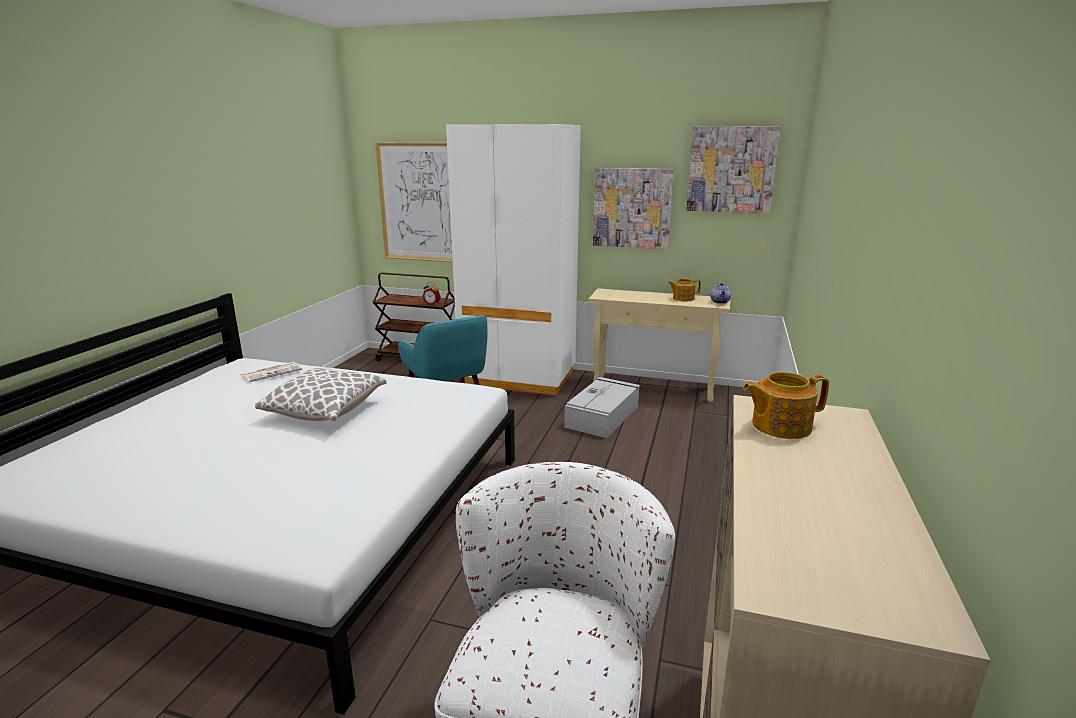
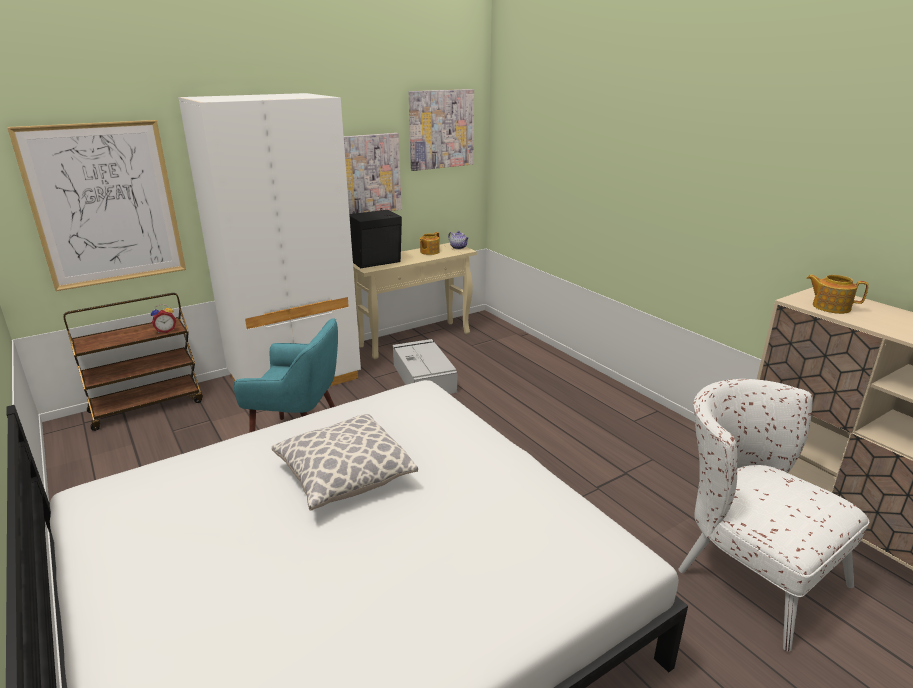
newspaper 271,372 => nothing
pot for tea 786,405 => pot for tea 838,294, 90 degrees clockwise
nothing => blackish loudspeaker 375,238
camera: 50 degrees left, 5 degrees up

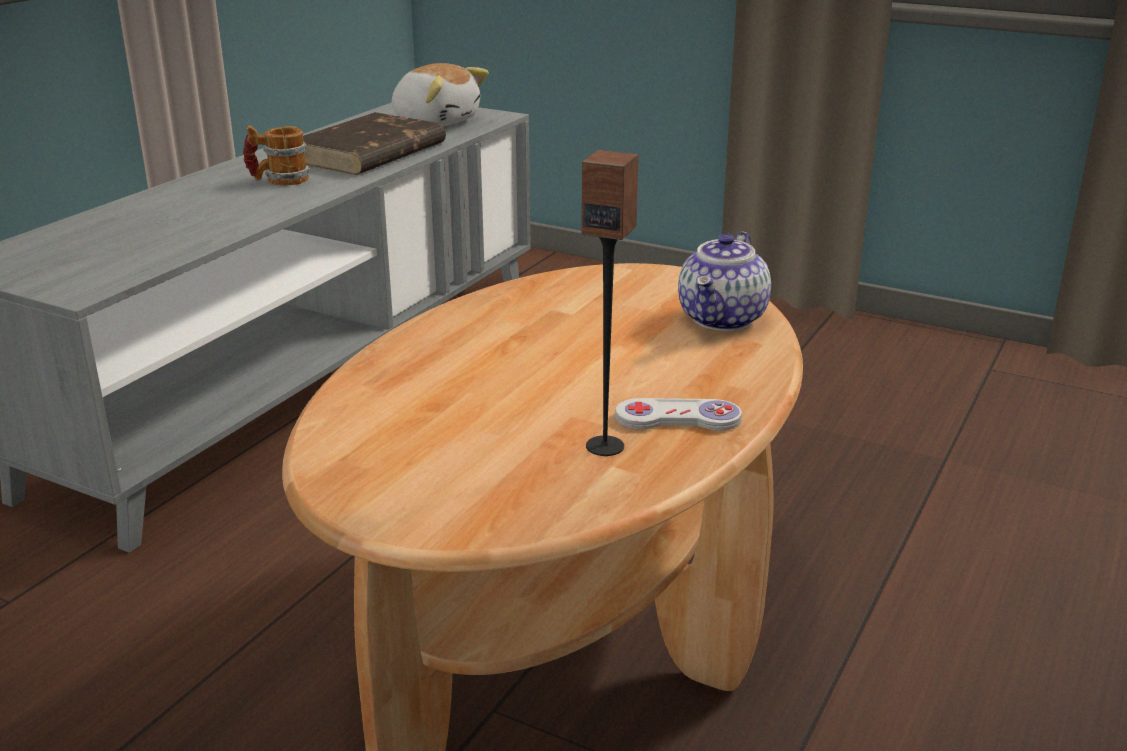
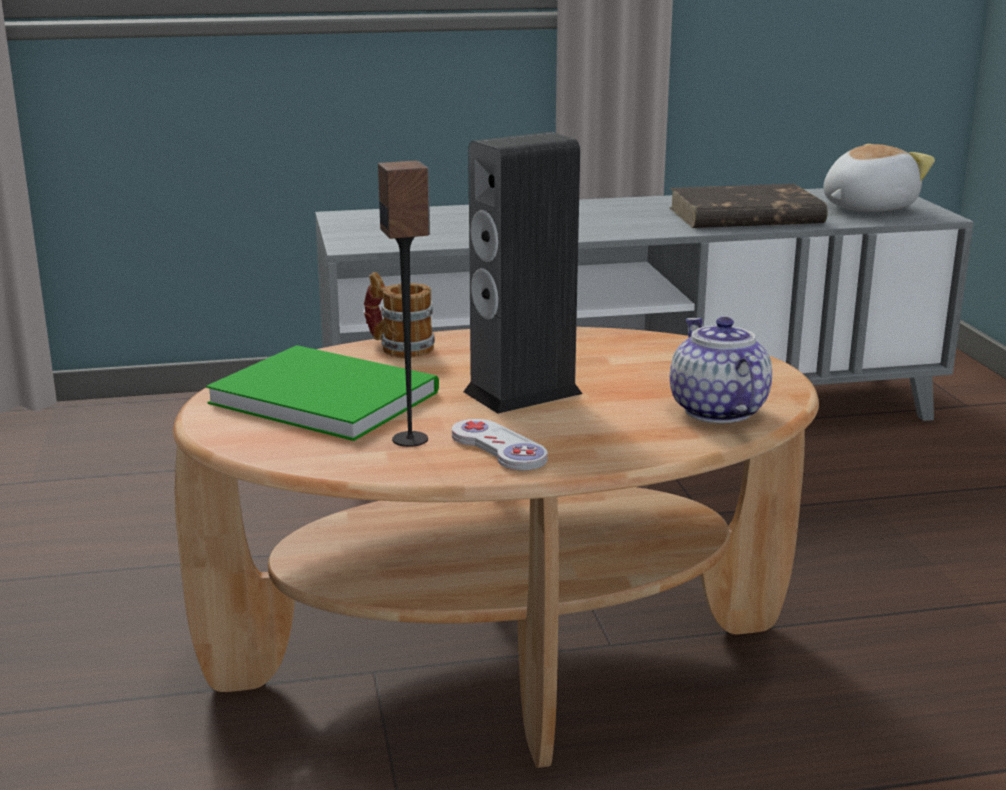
soft toy 440,94 => soft toy 879,178, 120 degrees counterclockwise
tea mug 276,155 => tea mug 399,315, move
pot for tea 724,281 => pot for tea 721,370, 90 degrees clockwise
nothing => loudspeaker 522,273
nothing => green bound book 322,393
camera: 50 degrees right, 5 degrees down

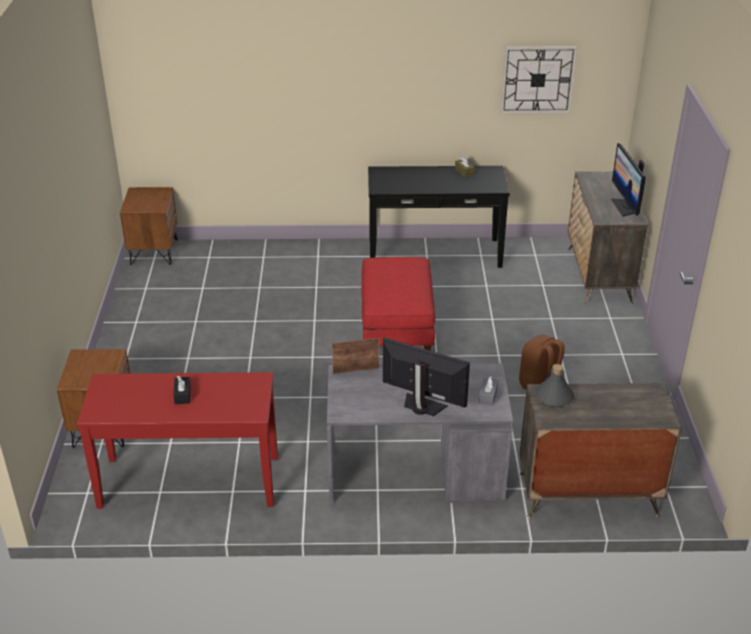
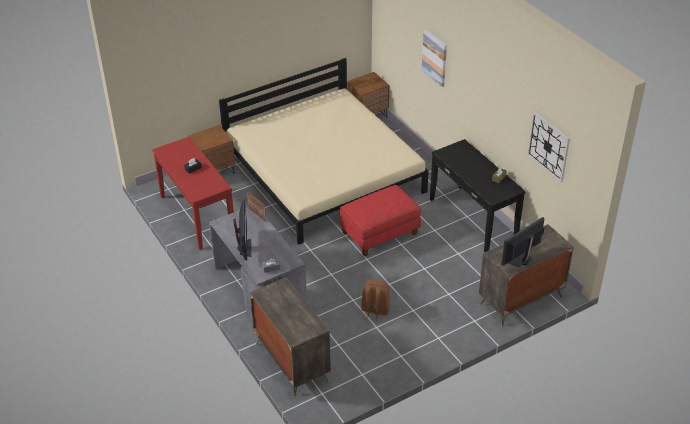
greyish bottle 554,385 => nothing
nothing => wall art 434,58
nothing => sand-coloured bed 324,151
camera: 60 degrees right, 5 degrees up

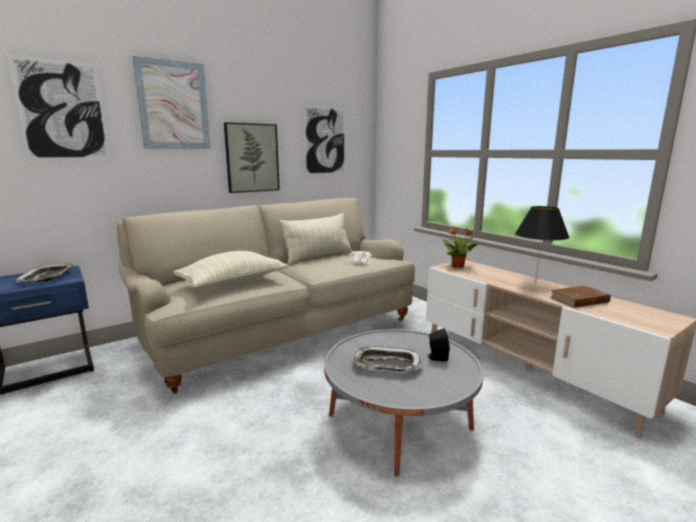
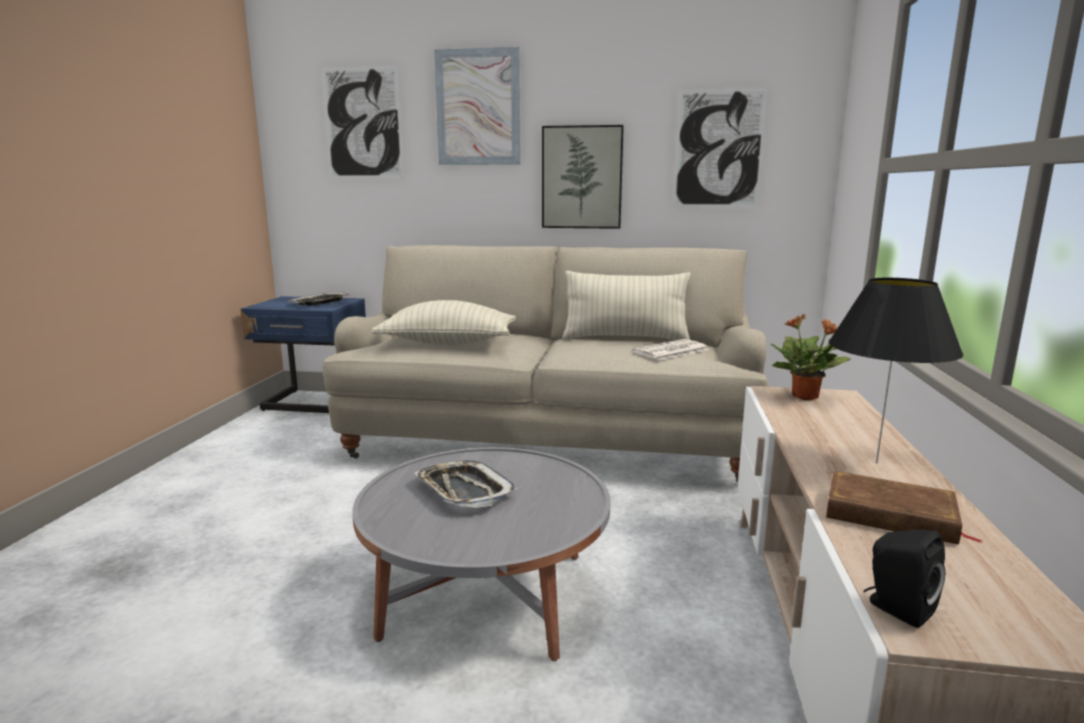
blackish loudspeaker 438,344 => blackish loudspeaker 904,578, move
camera: 45 degrees right, 0 degrees up

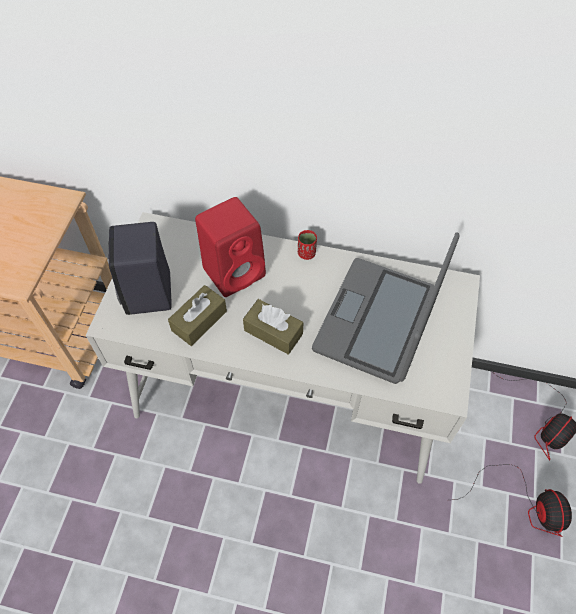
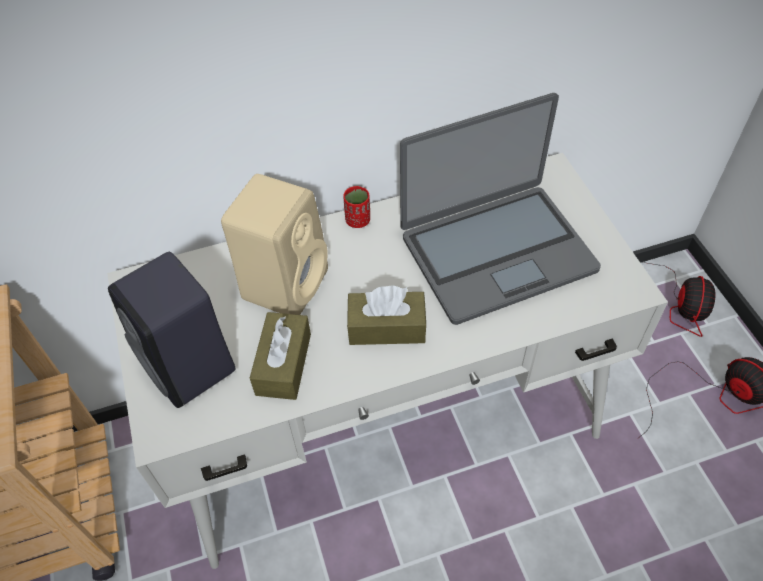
red-coloured loudspeaker 230,247 => sand-coloured loudspeaker 274,244
portable computer 385,308 => portable computer 500,209, 105 degrees counterclockwise
camera: 30 degrees left, 5 degrees down

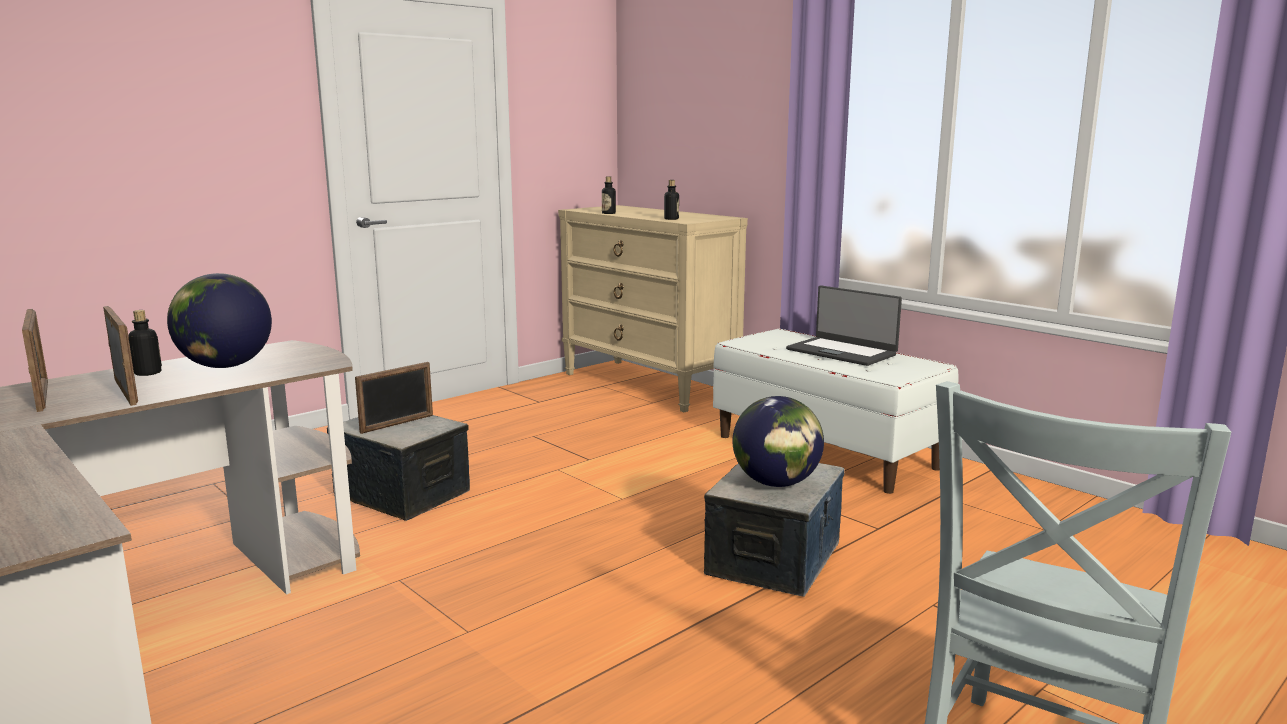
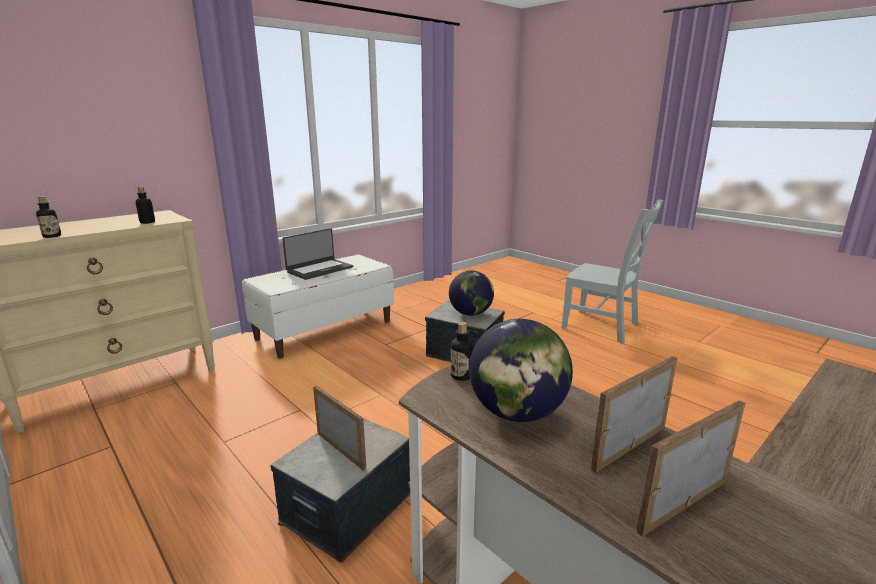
bottle 145,343 => bottle 462,351, move
camera: 90 degrees left, 5 degrees up

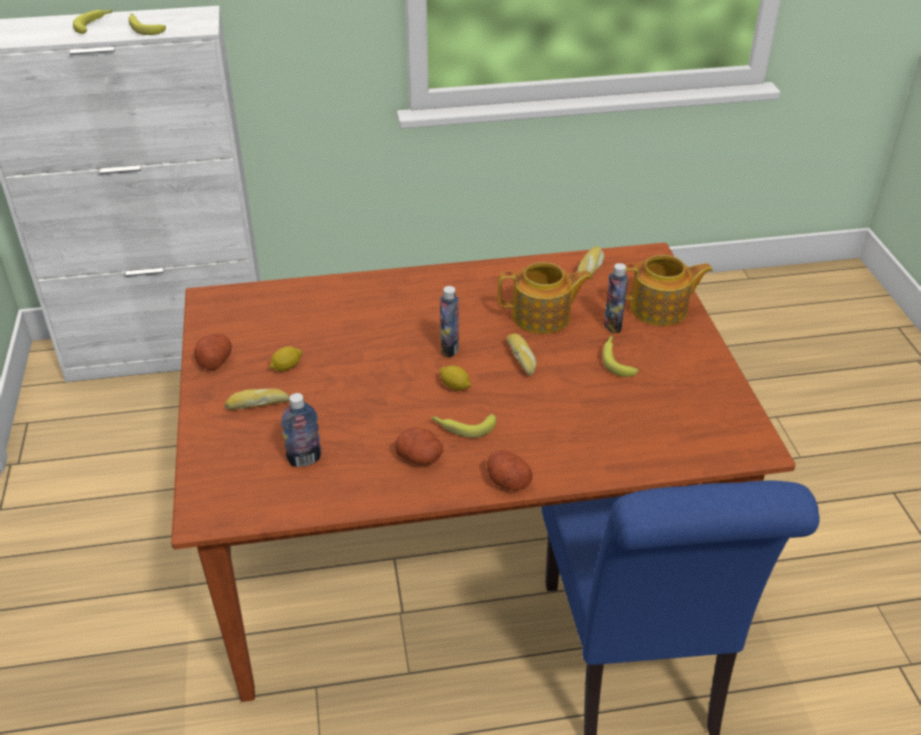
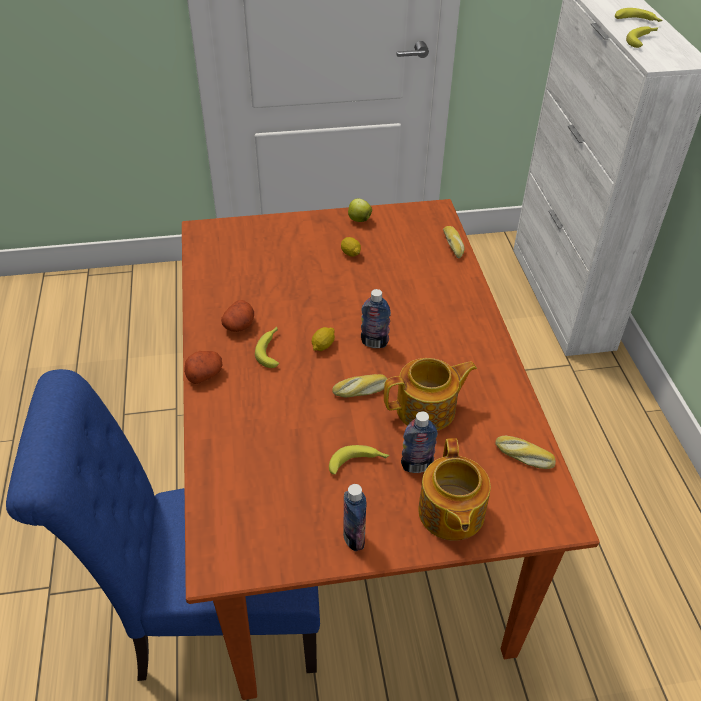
pot for tea 545,298 => pot for tea 430,394, 105 degrees counterclockwise
spud 213,352 => apple 360,210
baked bread 257,399 => baked bread 454,242, move
bottle 301,430 => bottle 354,517, move
camera: 90 degrees right, 5 degrees up

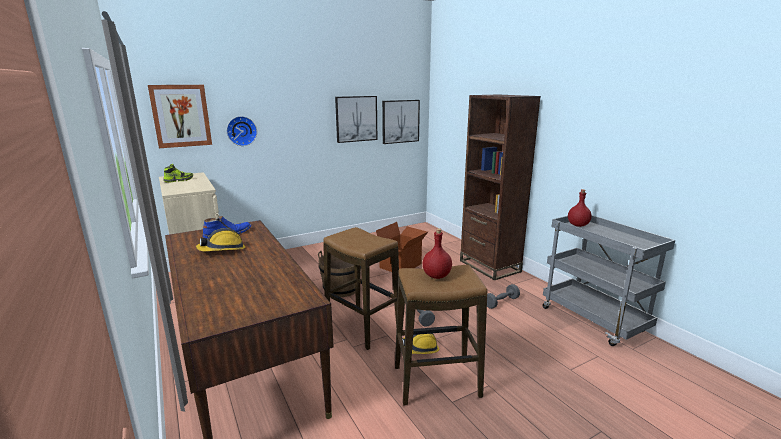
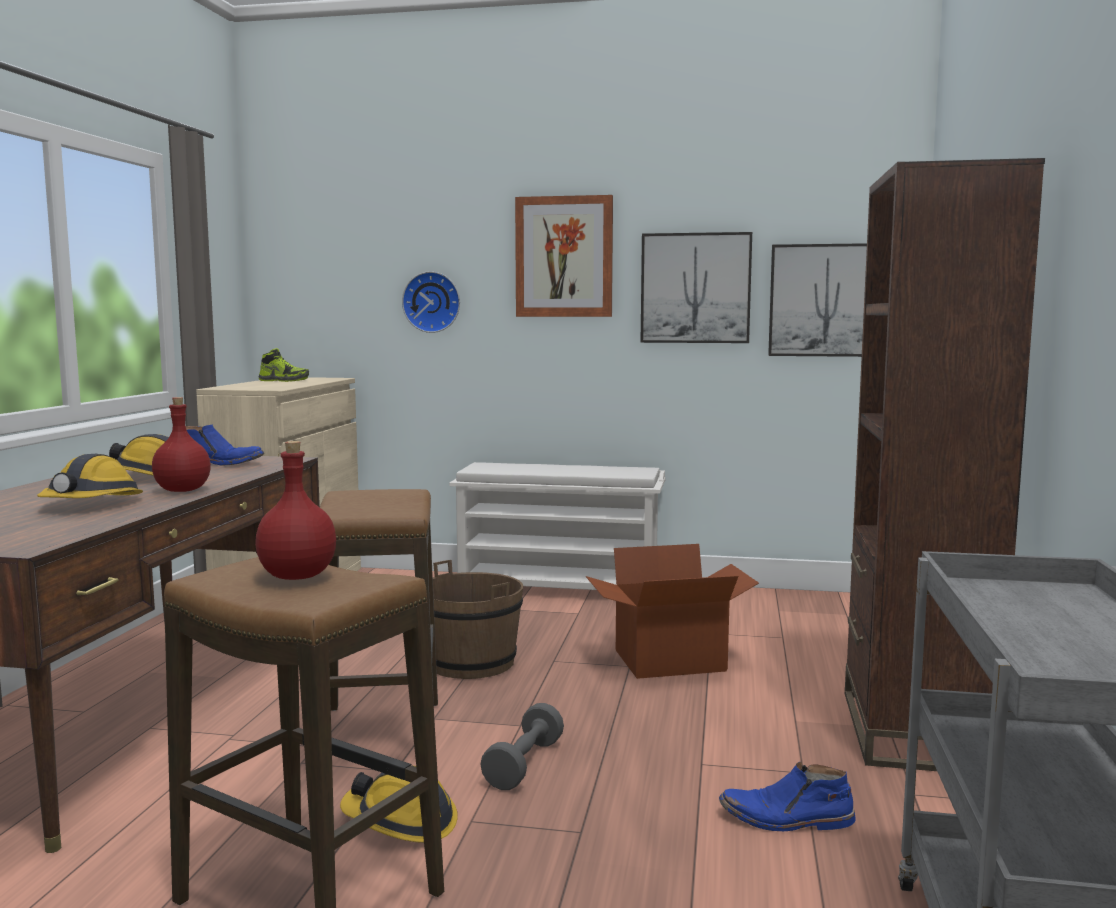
wall art 180,116 => wall art 564,256, move
red-coloured bottle 580,208 => red-coloured bottle 181,444, move
greyish dumbbell 503,296 => bluish high-top boot 787,796
nothing => work helmet 90,476
nothing => white shoe stand 557,526
camera: 40 degrees right, 10 degrees down

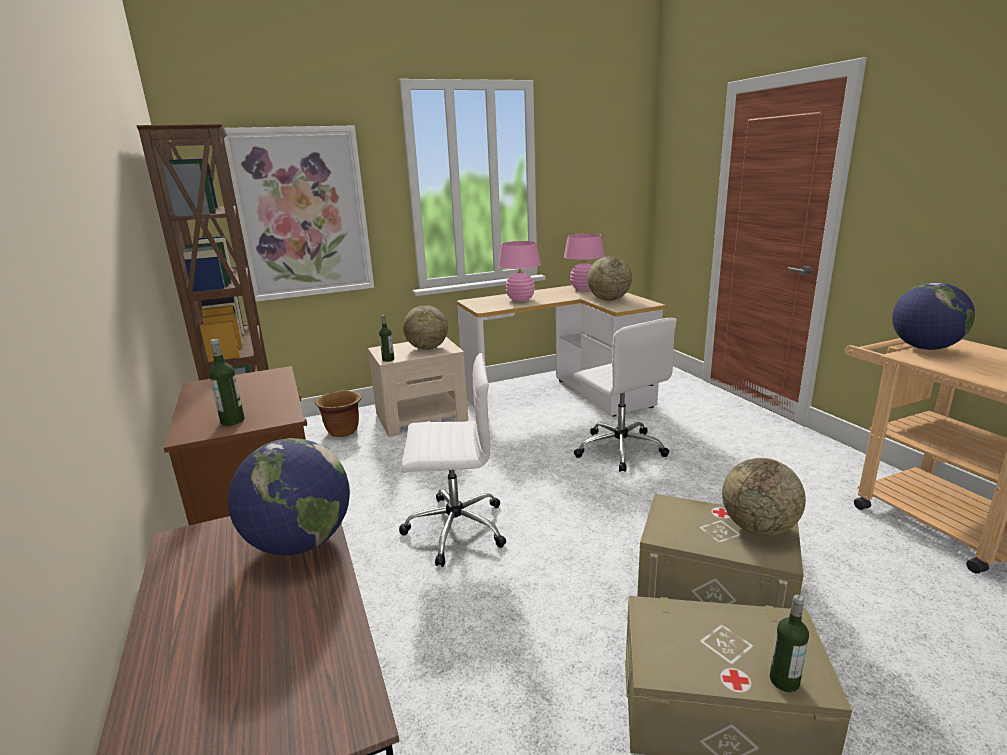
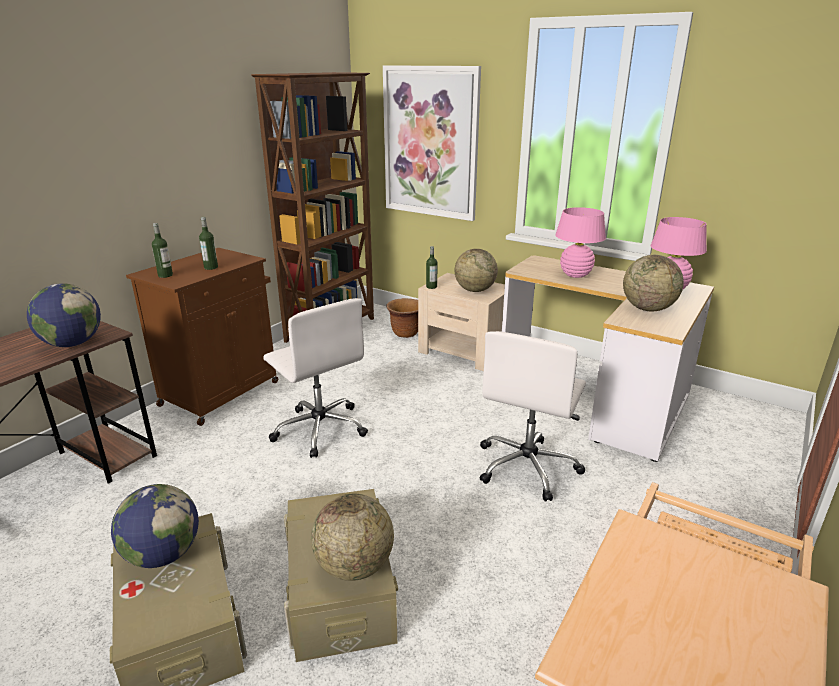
desk globe 933,316 => desk globe 155,526, move
bottle 789,643 => bottle 208,243, move
camera: 55 degrees right, 5 degrees up

